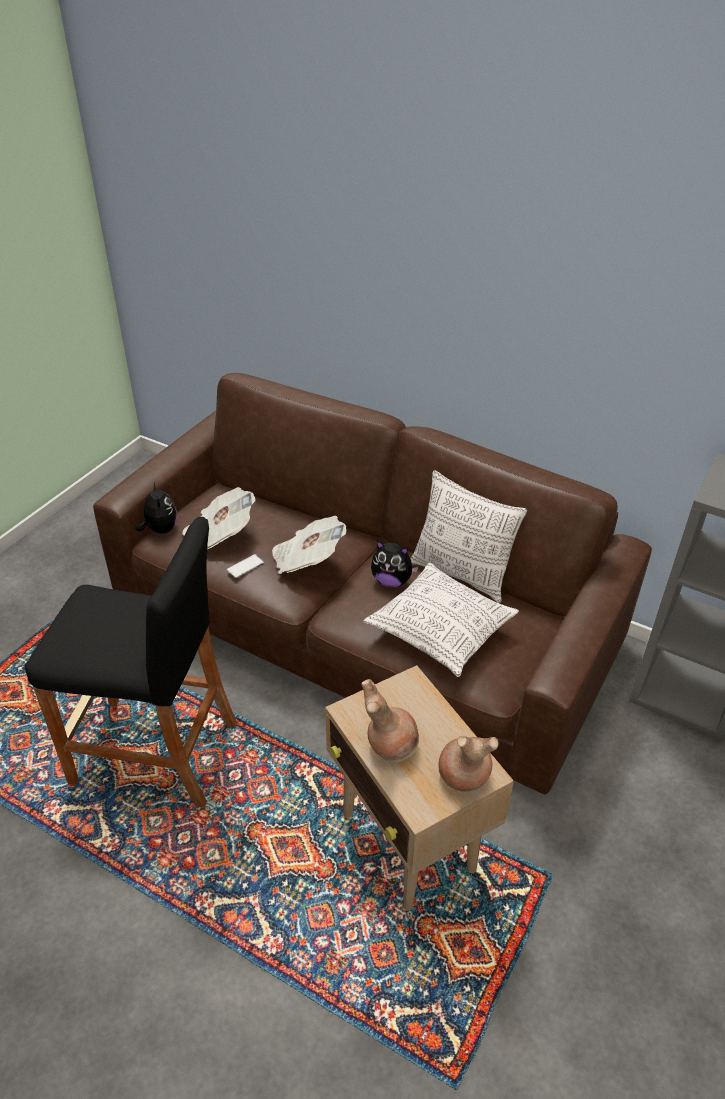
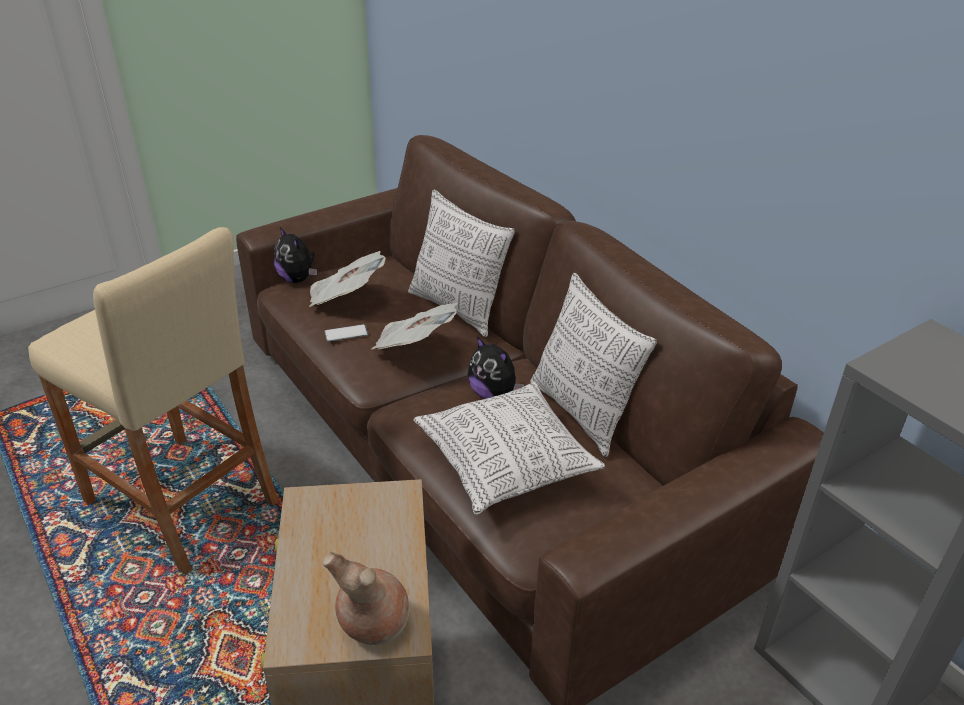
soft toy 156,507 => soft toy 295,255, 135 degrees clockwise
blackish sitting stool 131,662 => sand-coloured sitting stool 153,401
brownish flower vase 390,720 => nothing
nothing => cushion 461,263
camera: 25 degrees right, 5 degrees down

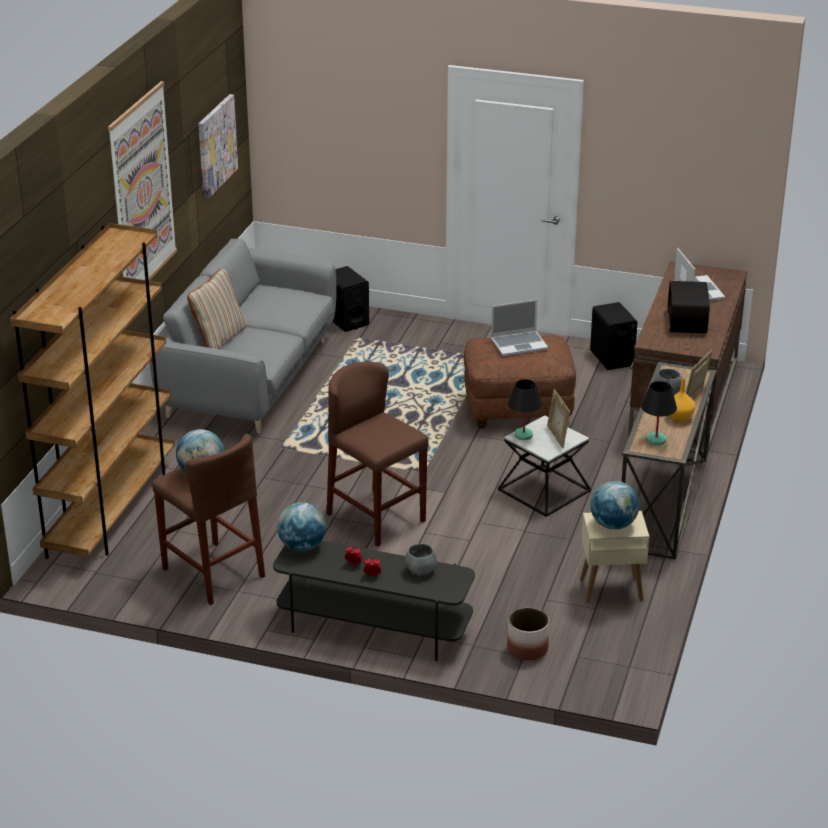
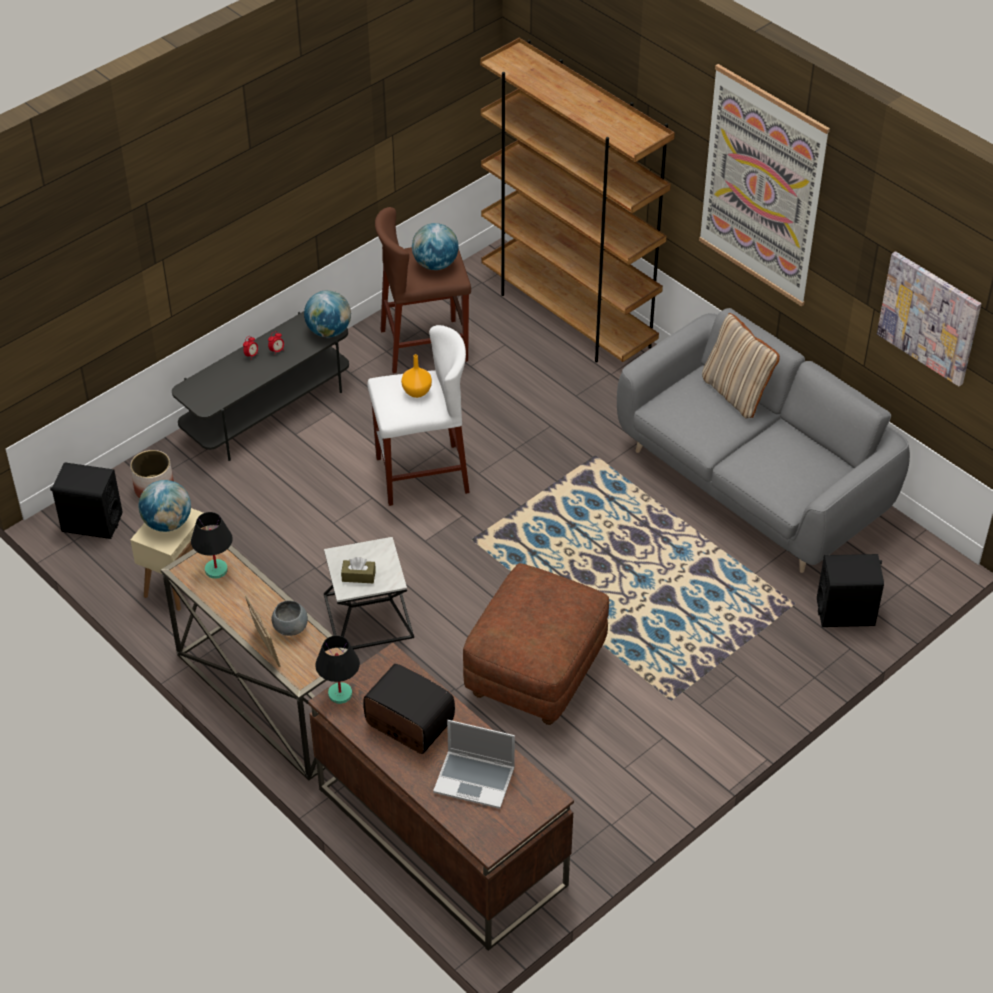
portable computer 519,327 => nothing
blackish loudspeaker 614,336 => blackish loudspeaker 86,500, move
brownish sitting stool 378,454 => white sitting stool 418,415
orangey flower vase 682,400 => orangey flower vase 416,376, move
blackish table lamp 525,409 => blackish table lamp 337,669, move
picture frame 558,418 => brownish tissue holder 358,570
greyish serving bowl 421,559 => nothing
camera: 120 degrees right, 15 degrees up

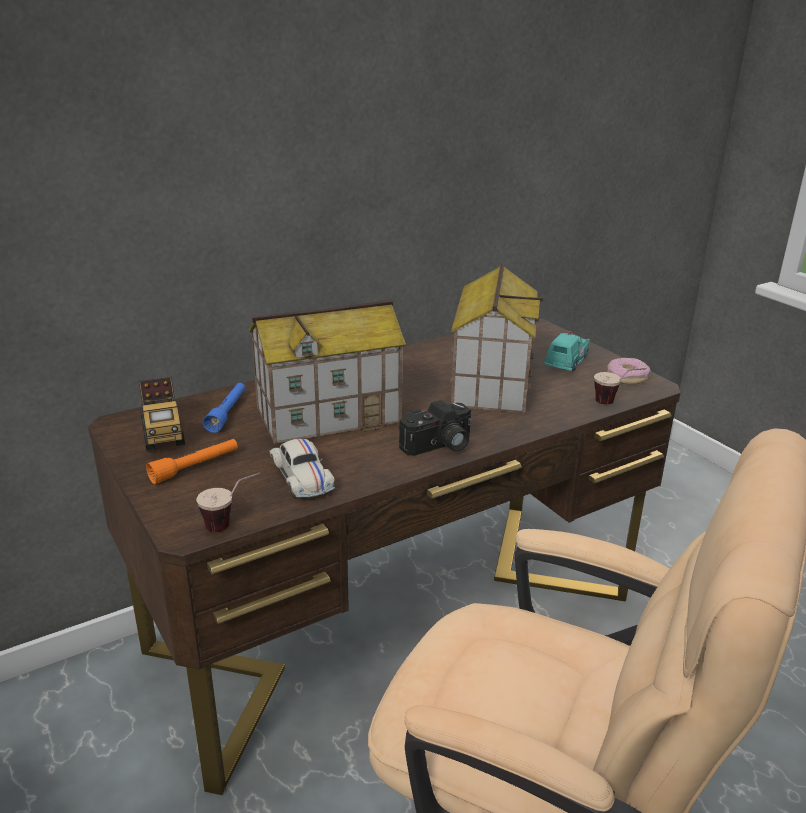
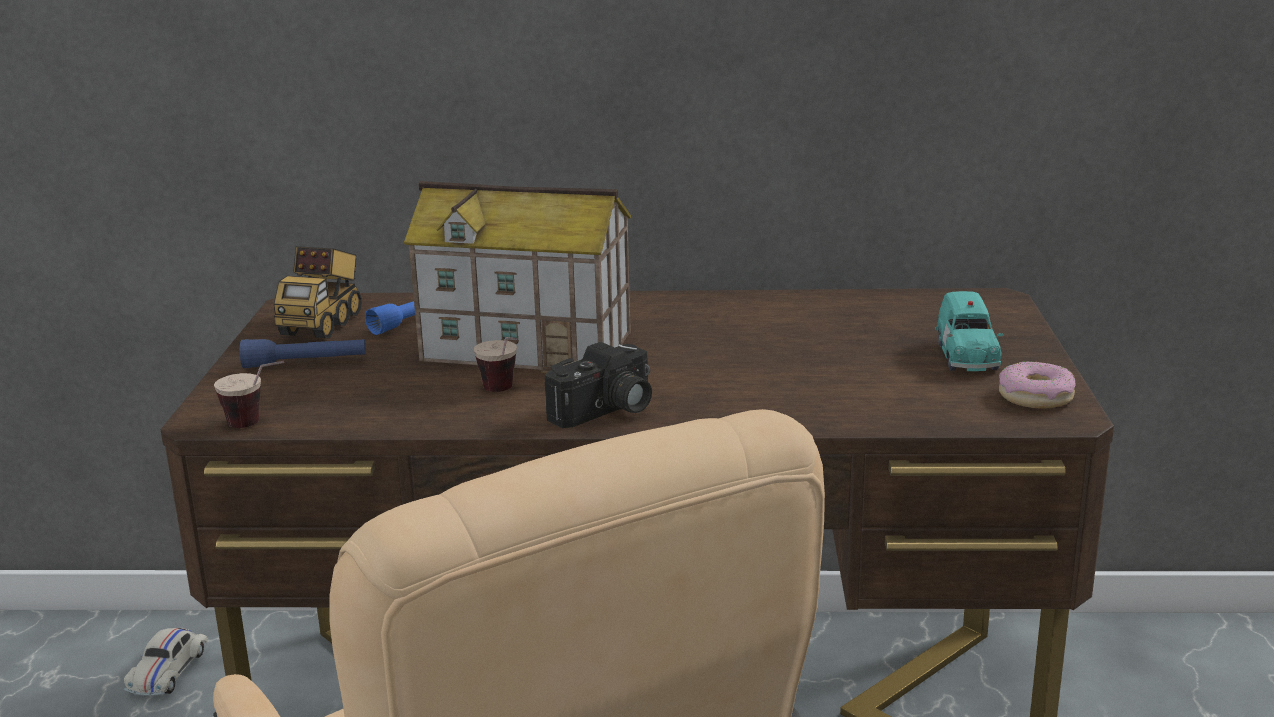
toy house 496,338 => nothing
turquoise model car 567,351 => turquoise model car 969,331, 120 degrees clockwise
drinking cup 620,386 => drinking cup 495,364, move
still camera 435,428 => still camera 598,385, 45 degrees counterclockwise
orangey hand torch 192,461 => bluish hand torch 303,353
white model car 302,468 => white model car 165,662, move
camera: 35 degrees right, 5 degrees down

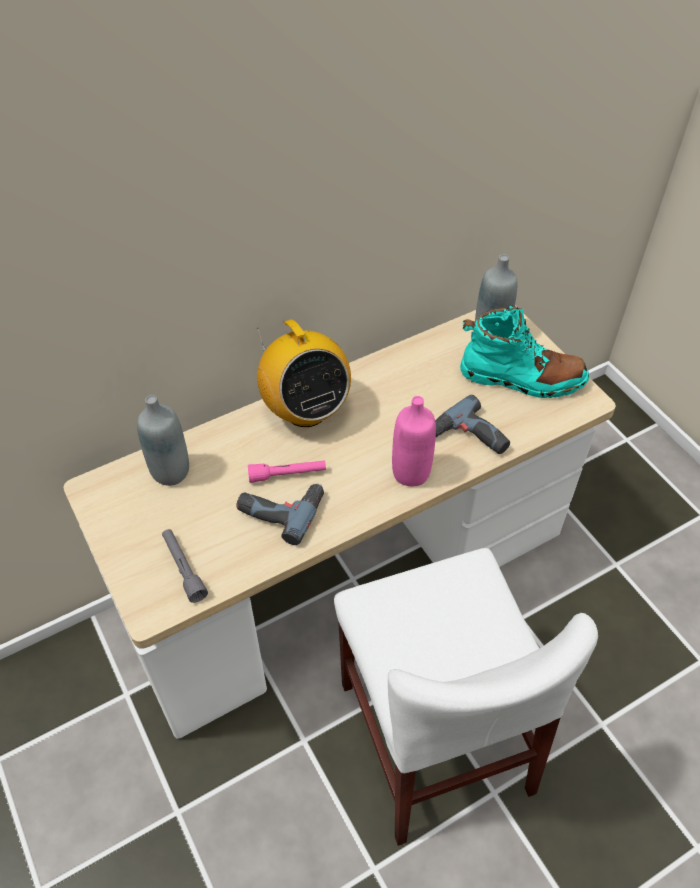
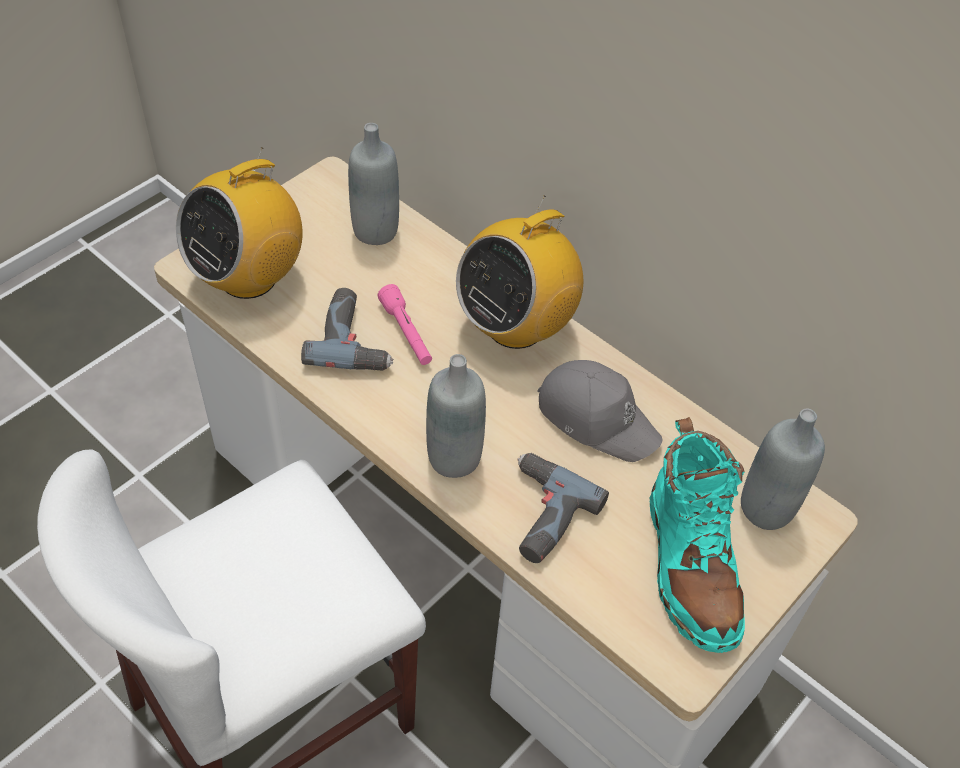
pink-coloured bottle 414,441 => greyish bottle 456,416
greyish hand torch 185,566 => radio receiver 239,223
nothing => greyish baseball cap 600,411
camera: 70 degrees right, 0 degrees up

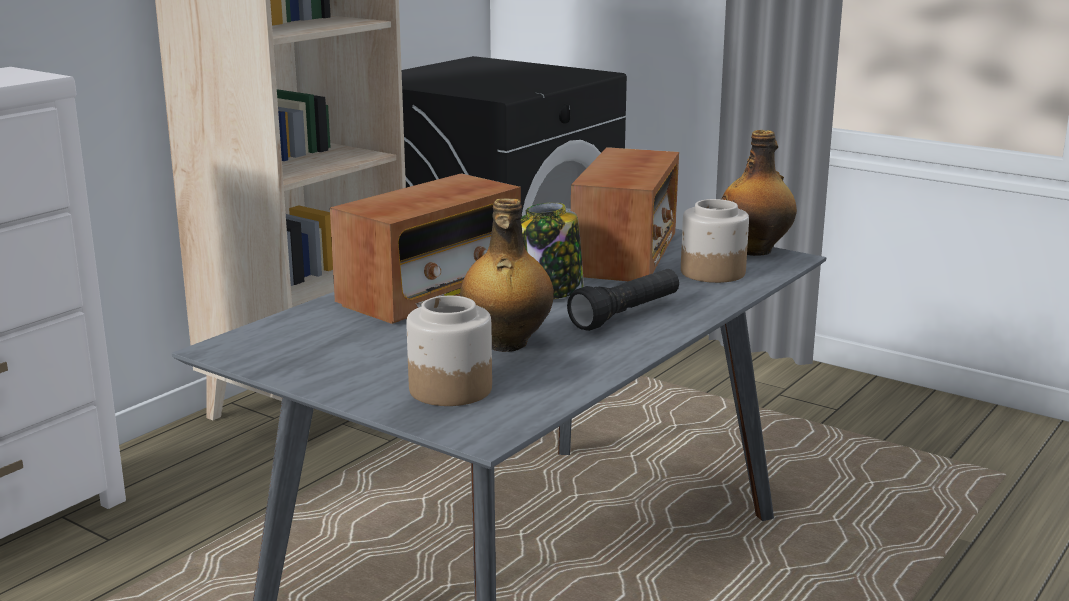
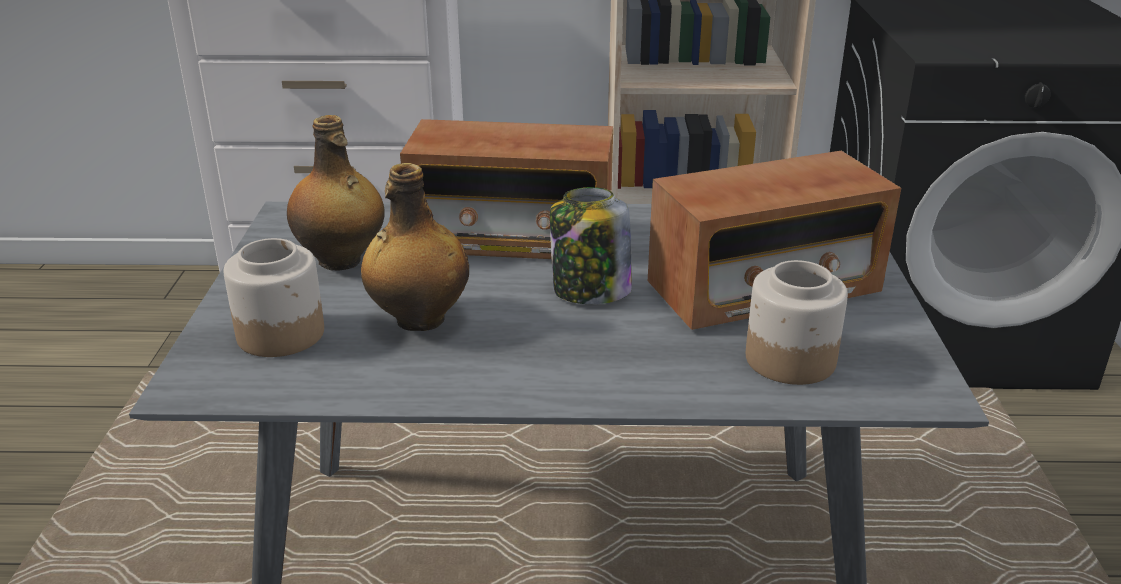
bottle 759,193 => bottle 336,193, move
blackish hand torch 623,300 => nothing
camera: 55 degrees right, 10 degrees up

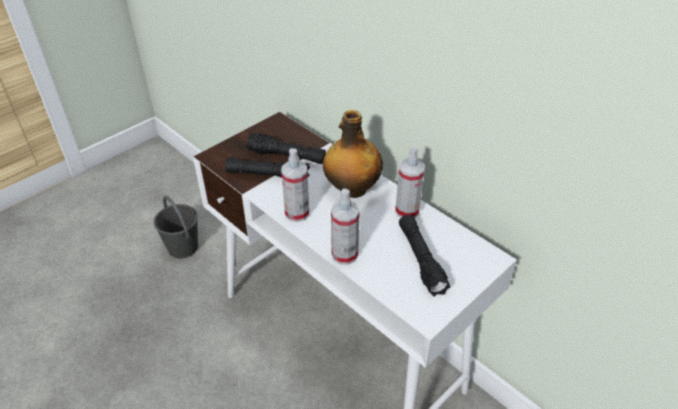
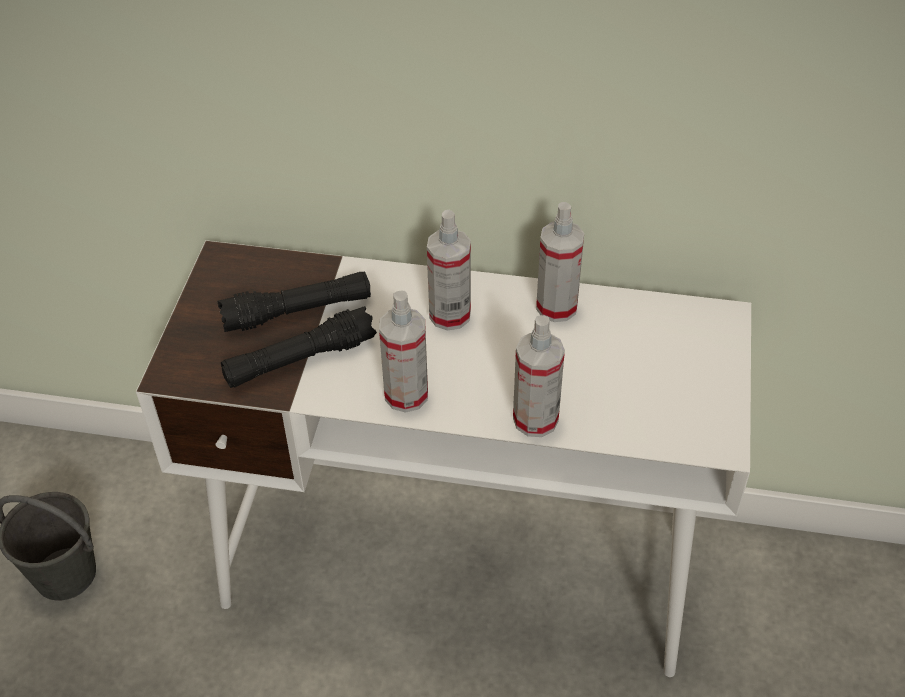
bottle 353,154 => hand sprayer 449,270
blackish hand torch 424,256 => nothing
camera: 35 degrees left, 5 degrees up

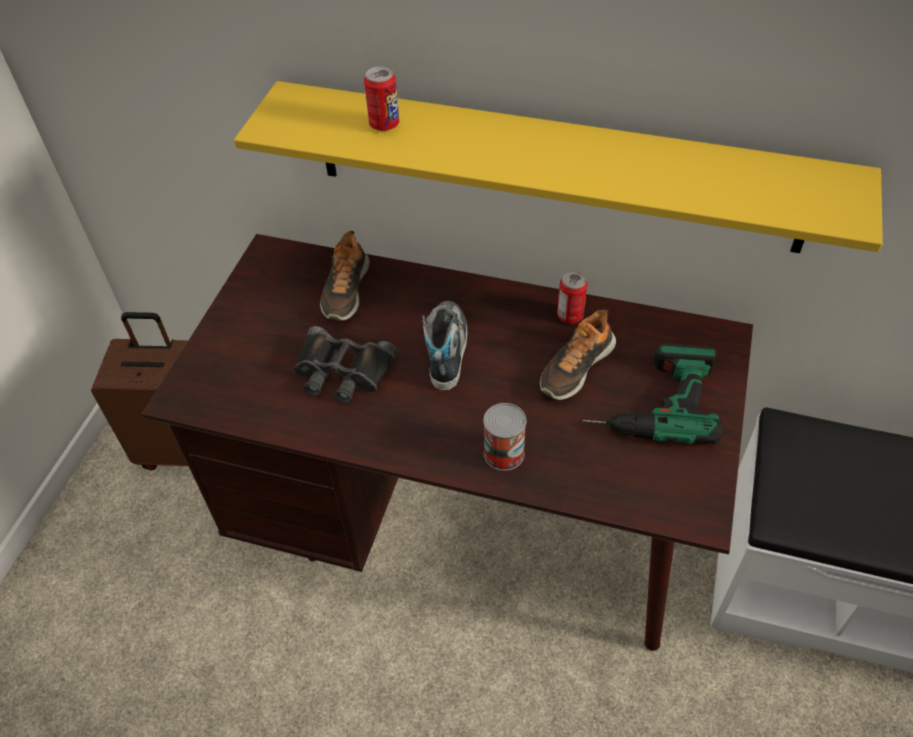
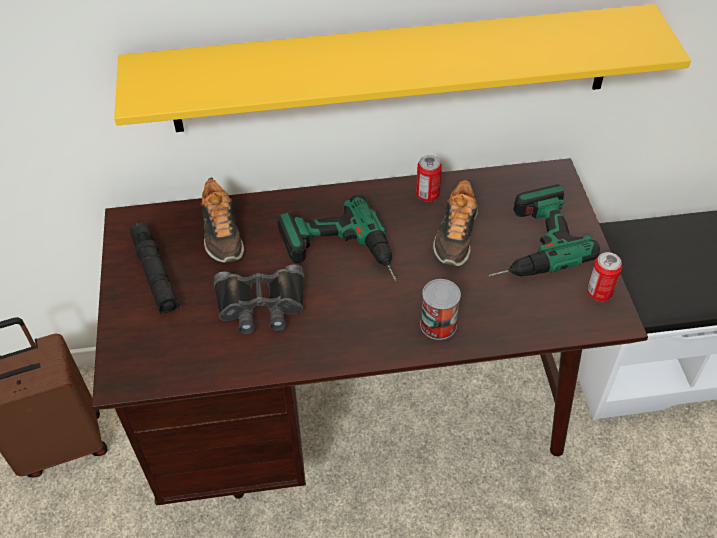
can 381,98 => can 604,276, move
low shoe 444,345 => electric drill 336,237
nothing => blackish hand torch 155,268
camera: 25 degrees left, 0 degrees up

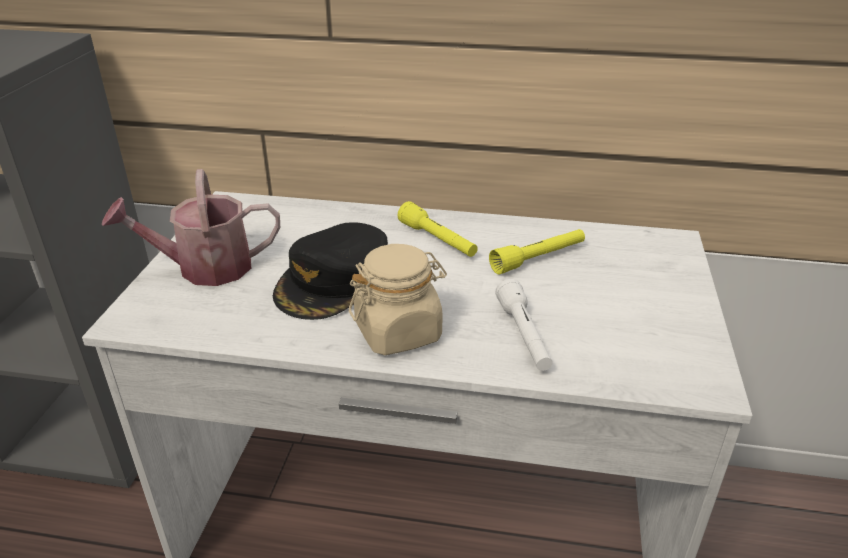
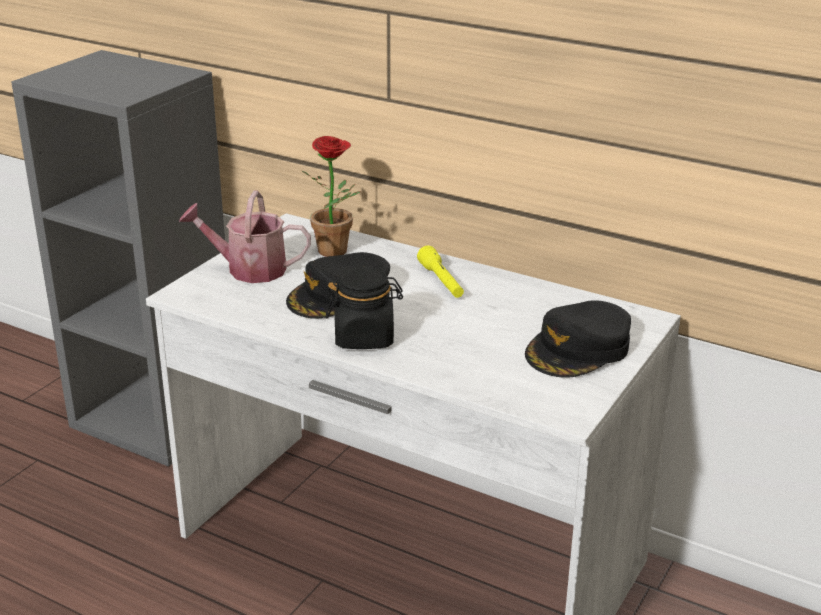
yellow hand torch 537,252 => nothing
sand-coloured jar 398,299 => blackish jar 364,308
white hand torch 524,325 => nothing
nothing => potted plant 331,196
nothing => blackish baseball cap 578,339
camera: 20 degrees right, 5 degrees down

